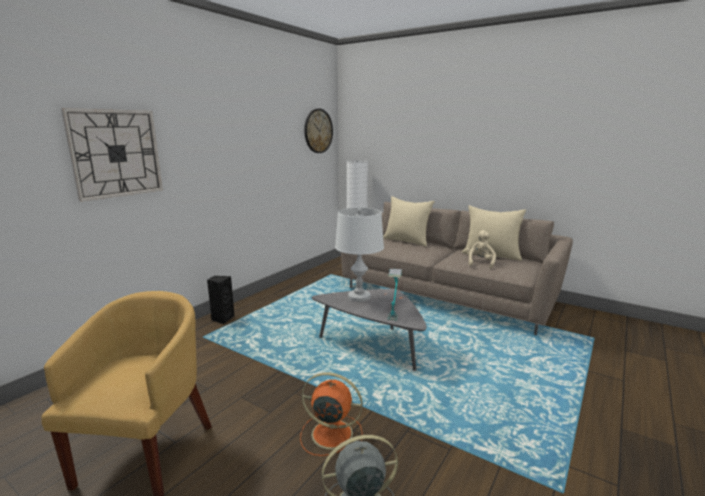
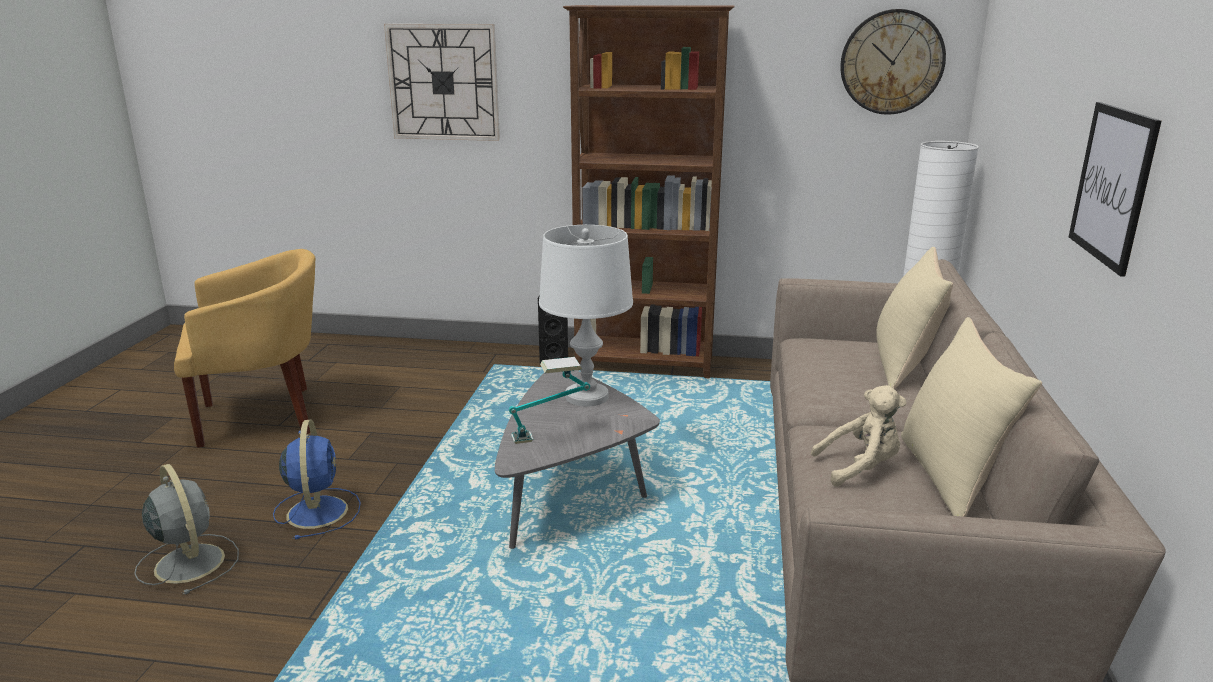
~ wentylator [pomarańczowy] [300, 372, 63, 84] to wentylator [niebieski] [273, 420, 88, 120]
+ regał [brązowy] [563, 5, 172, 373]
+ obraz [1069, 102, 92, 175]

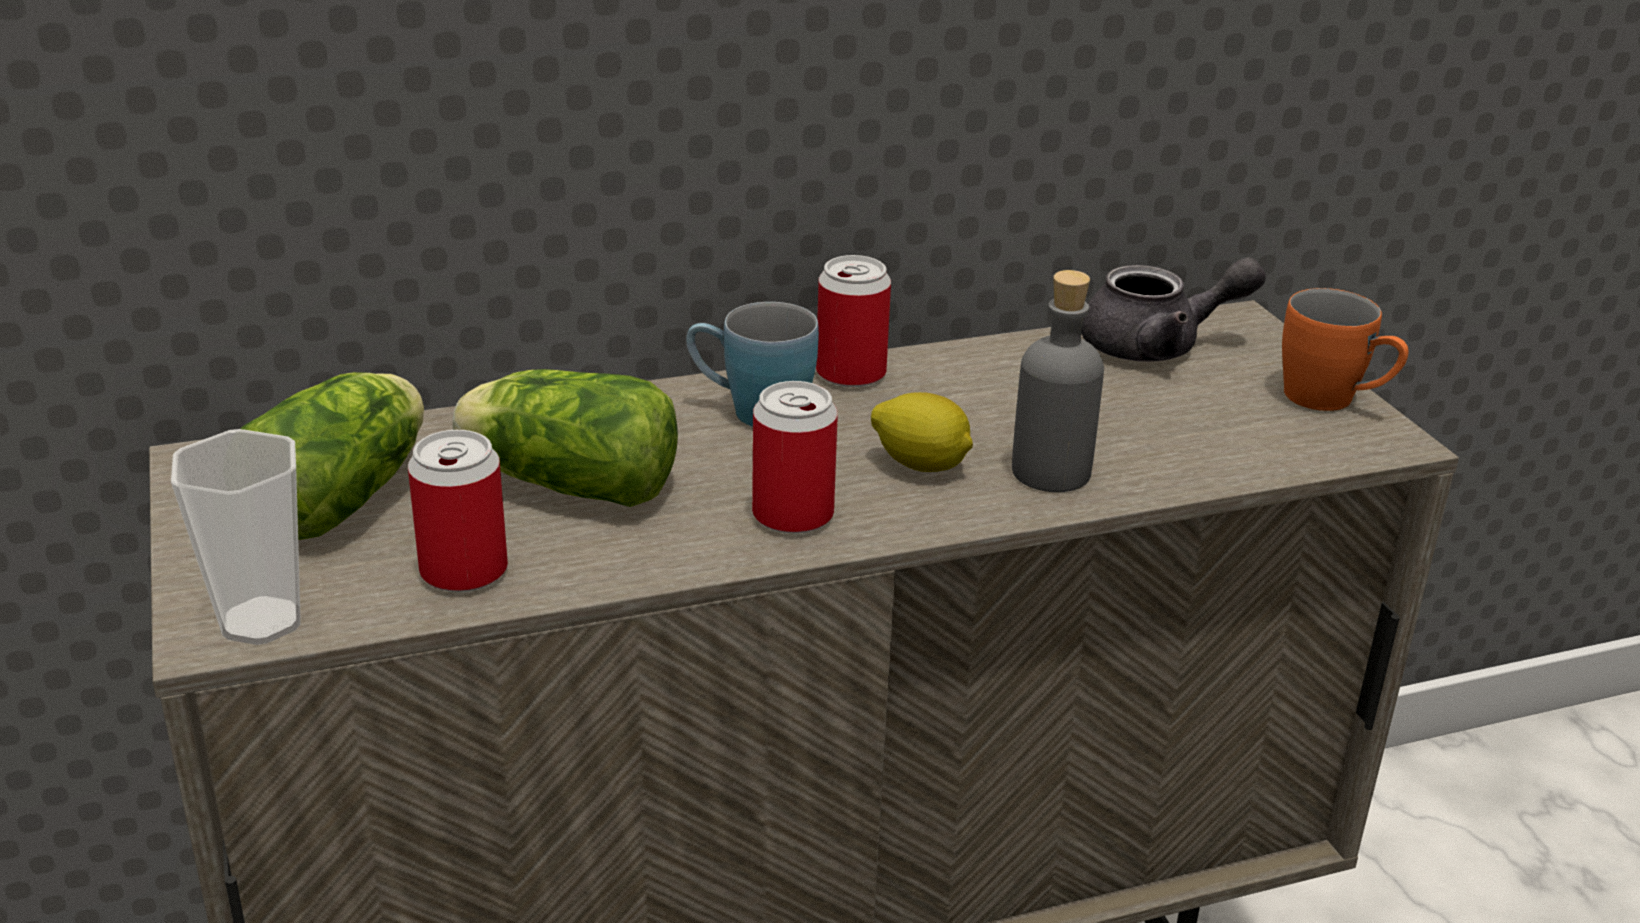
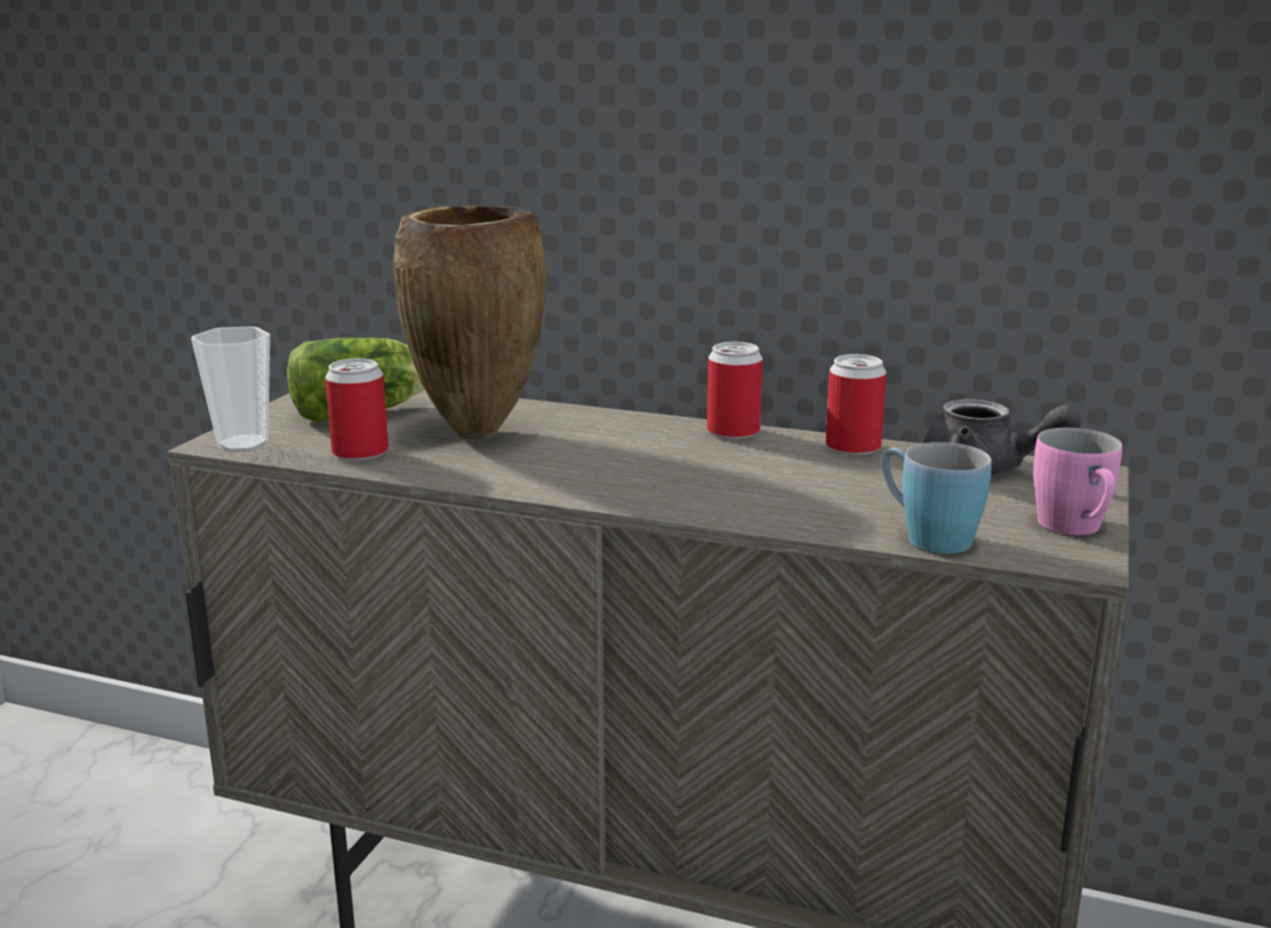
~ sałata [452, 369, 226, 138] to wazon [brązowy] [393, 205, 153, 234]
~ kubek [niebieski] [686, 302, 133, 125] to [881, 442, 111, 112]
~ puszka [752, 381, 86, 152] to [826, 354, 61, 101]
- cytryna [871, 392, 102, 80]
- butelka [szary] [1012, 270, 92, 222]
~ kubek [pomarańczowy] [1282, 288, 127, 123] to kubek [różowy] [1033, 428, 89, 107]

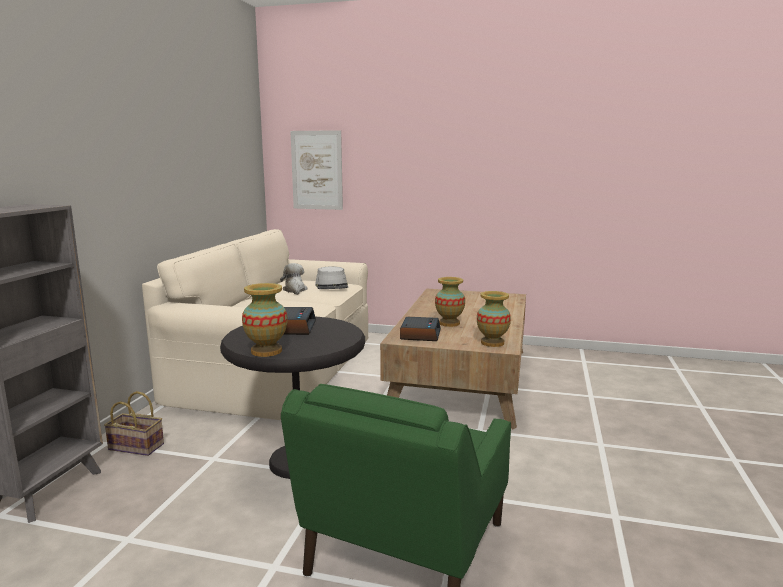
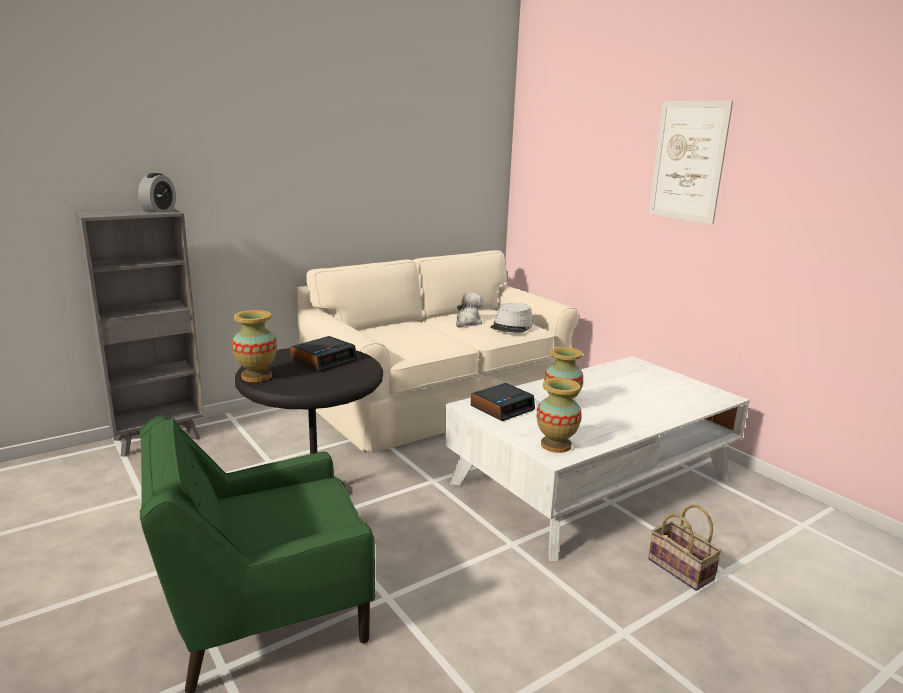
~ koszyk [104, 391, 60, 65] to [648, 504, 74, 87]
~ obraz [290, 130, 53, 80] to [648, 101, 85, 123]
~ ława [brązowy] [380, 288, 146, 141] to ława [biały] [444, 356, 306, 205]
+ budzik [138, 173, 38, 39]

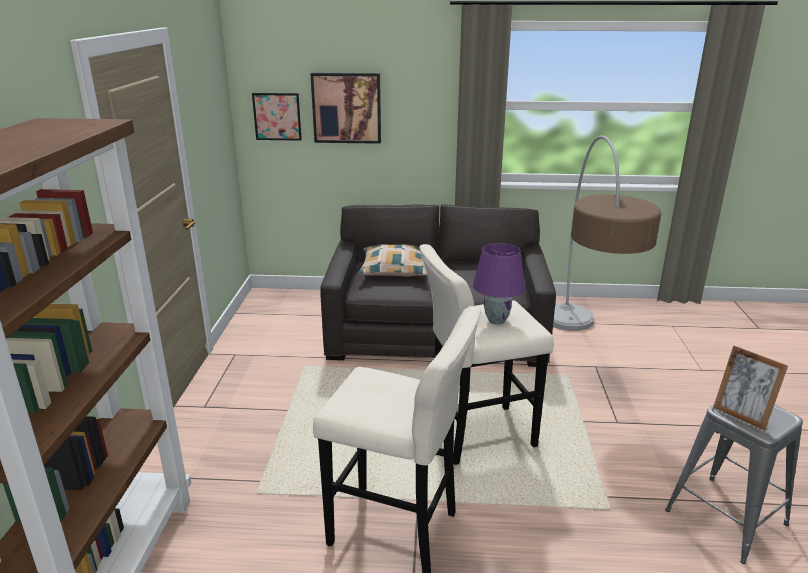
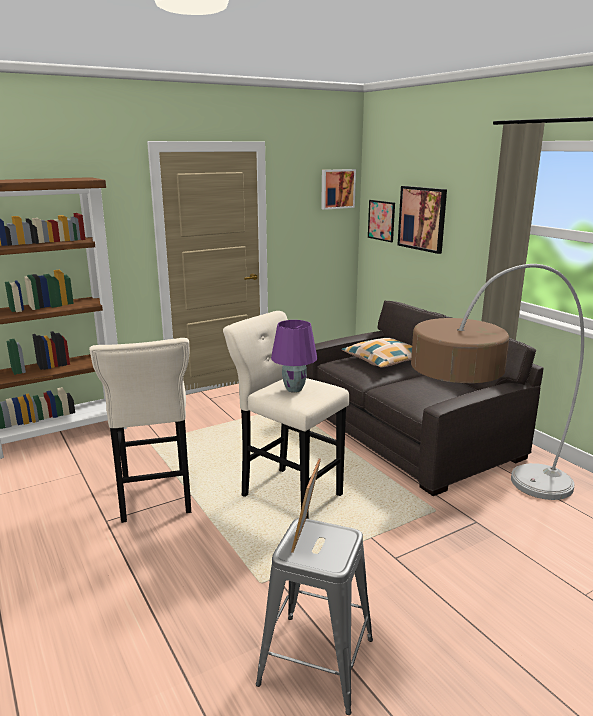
+ obraz [321, 169, 35, 41]

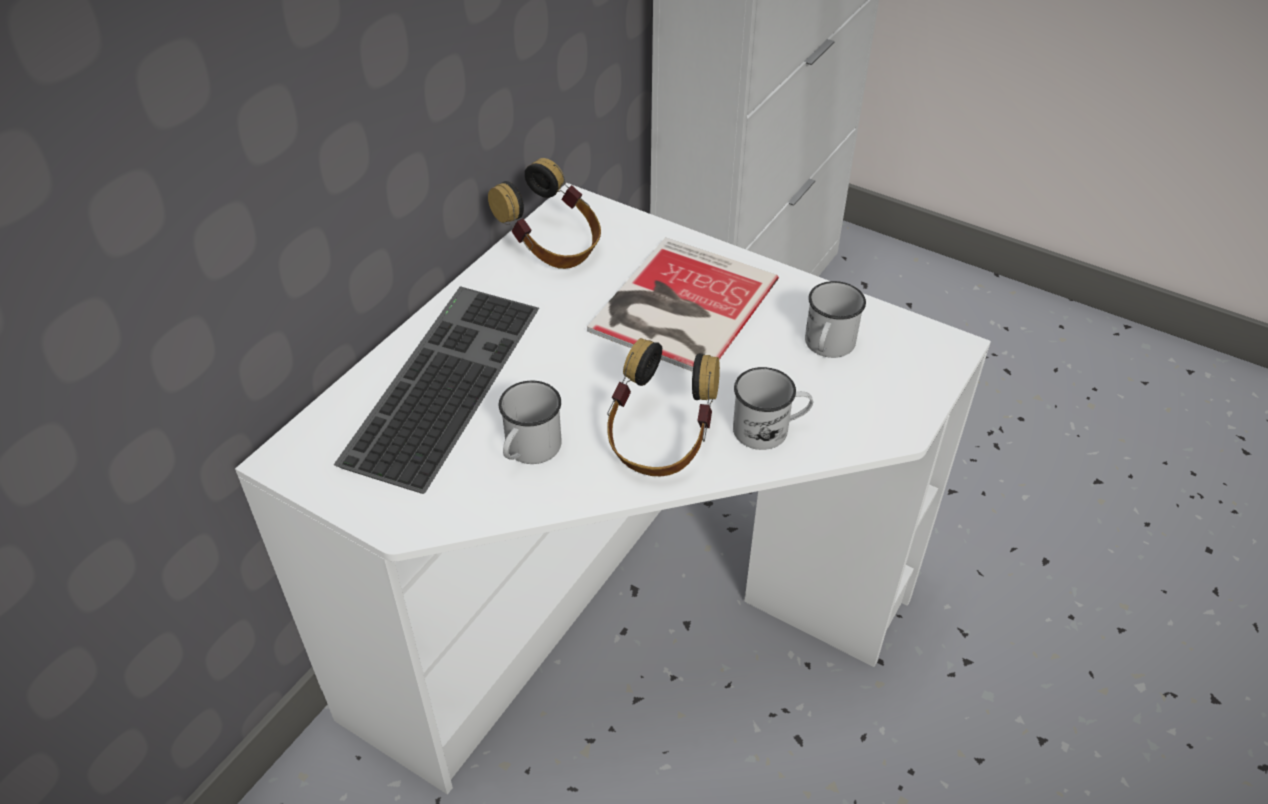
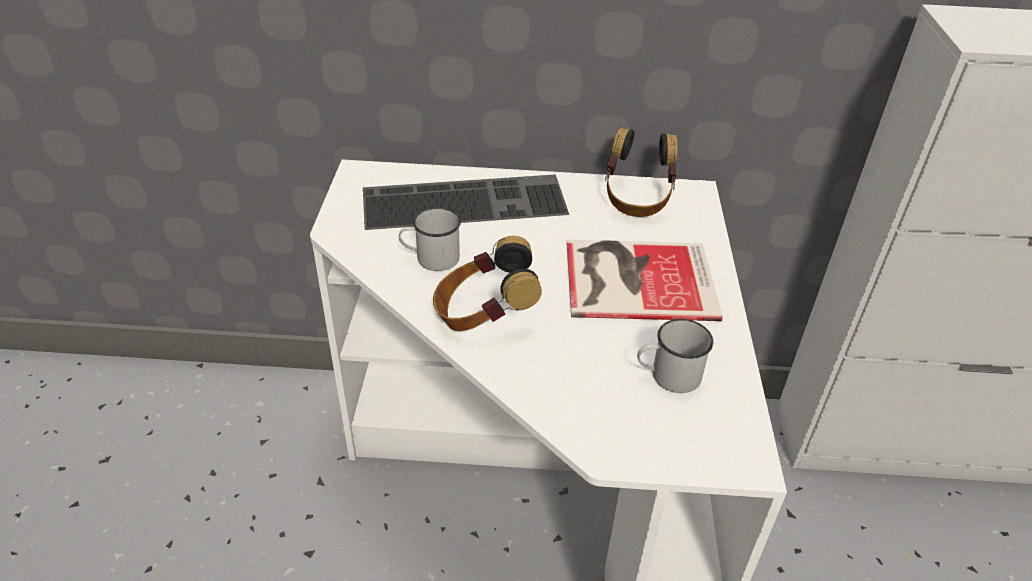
- kubek [biały] [733, 367, 80, 83]

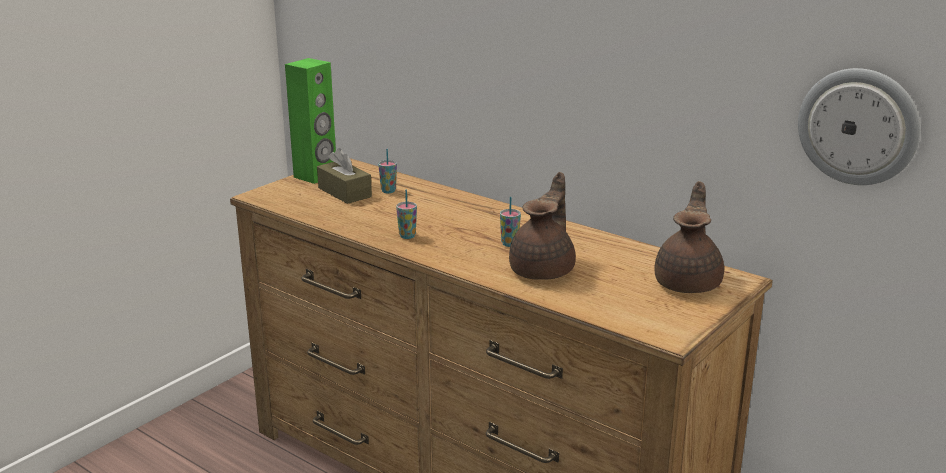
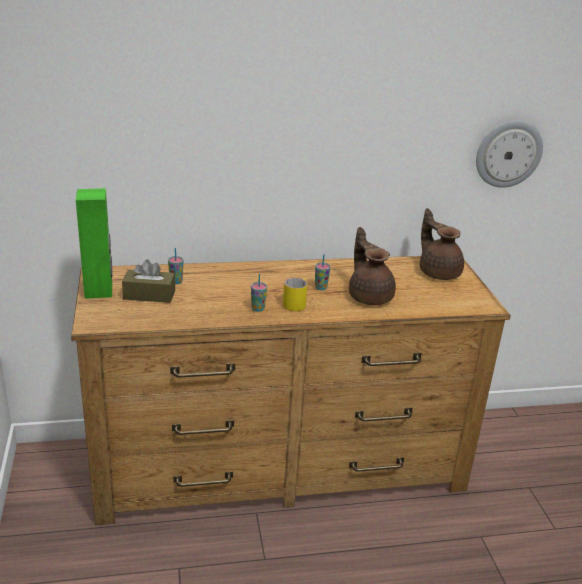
+ kubek [żółty] [283, 278, 24, 33]

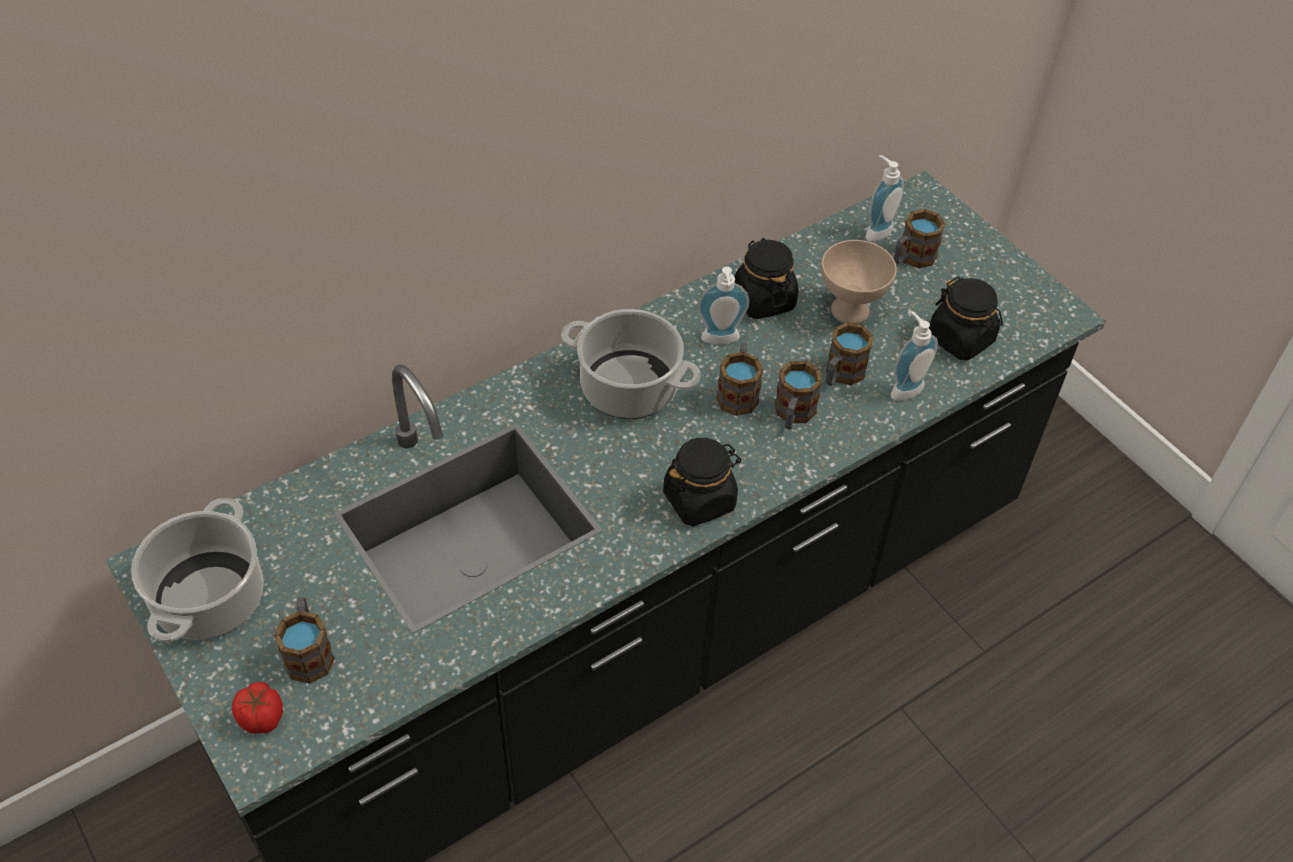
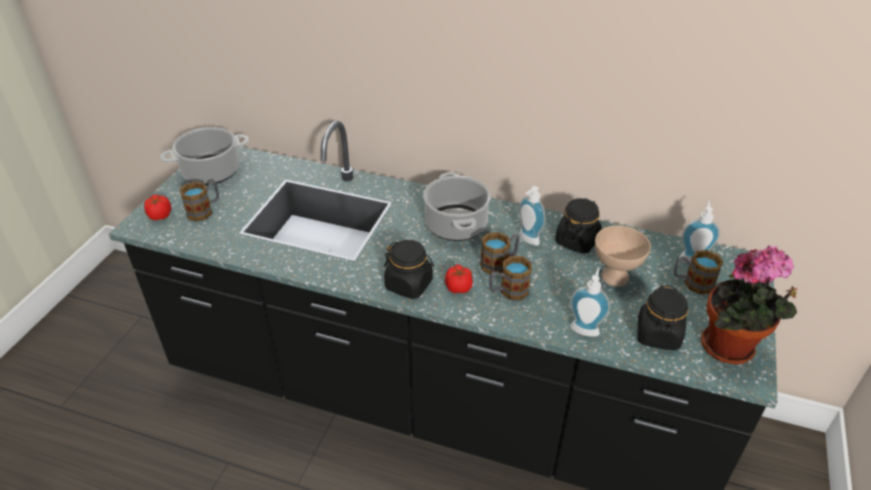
- kubek [826, 322, 48, 64]
+ pomidor [445, 265, 28, 28]
+ roślina doniczkowa [701, 245, 97, 120]

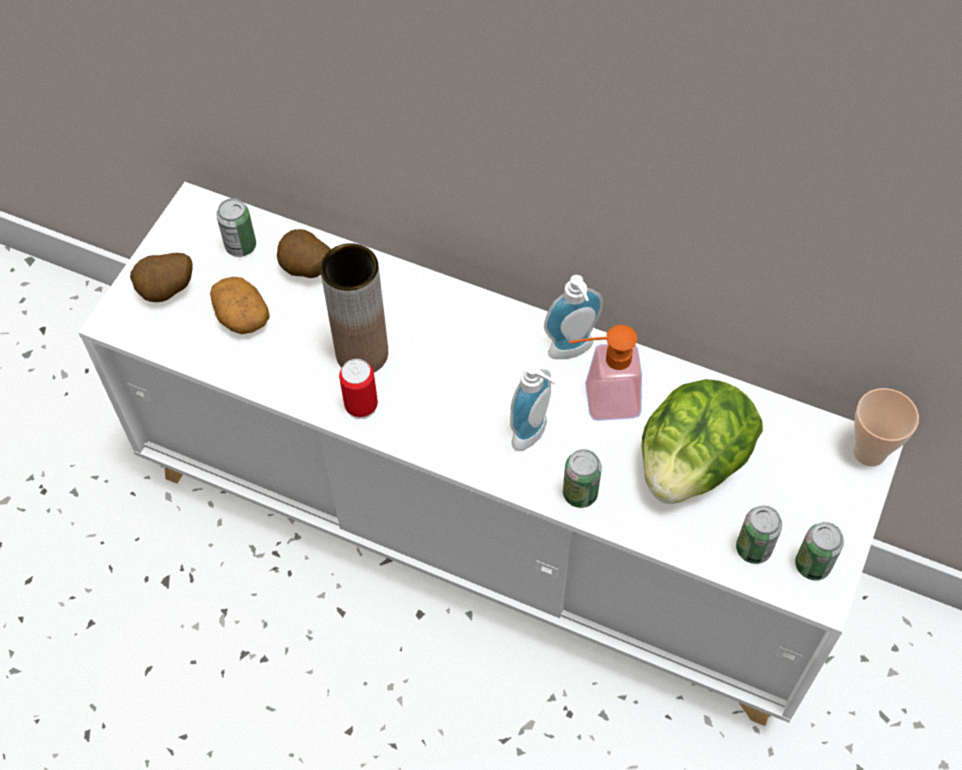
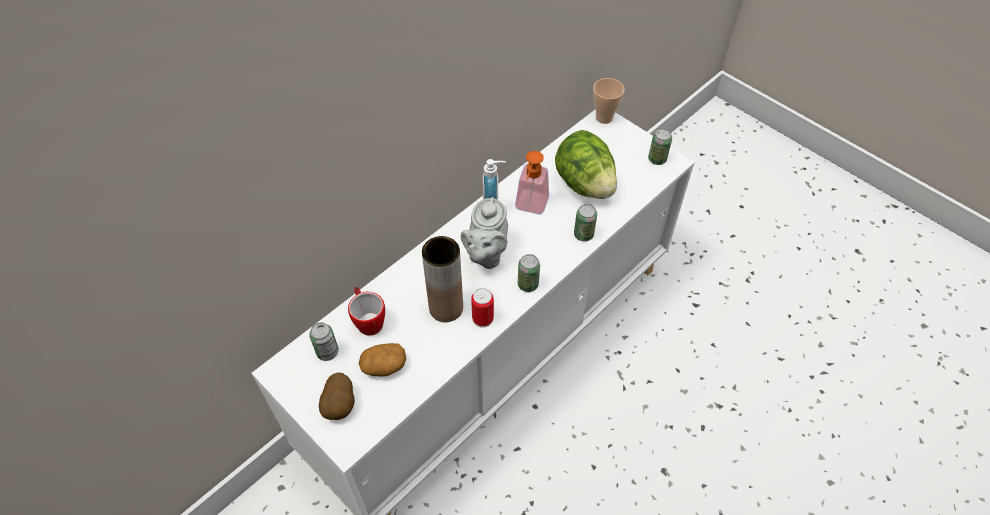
~ ziemniak [277, 229, 54, 49] to kubek [348, 287, 37, 48]
- dozownik mydła [510, 363, 46, 88]
~ puszka [736, 505, 46, 59] to [518, 254, 22, 38]
+ imbryk [szary] [461, 197, 47, 72]

